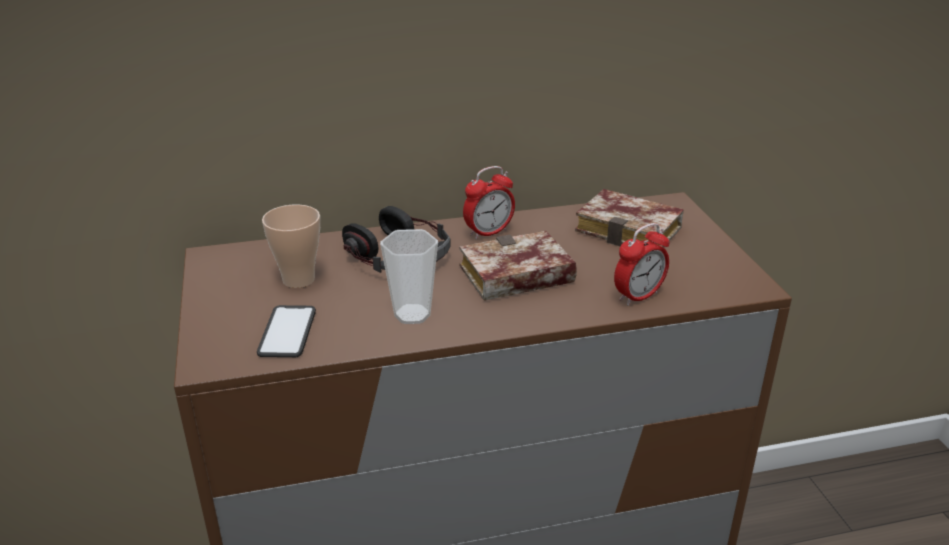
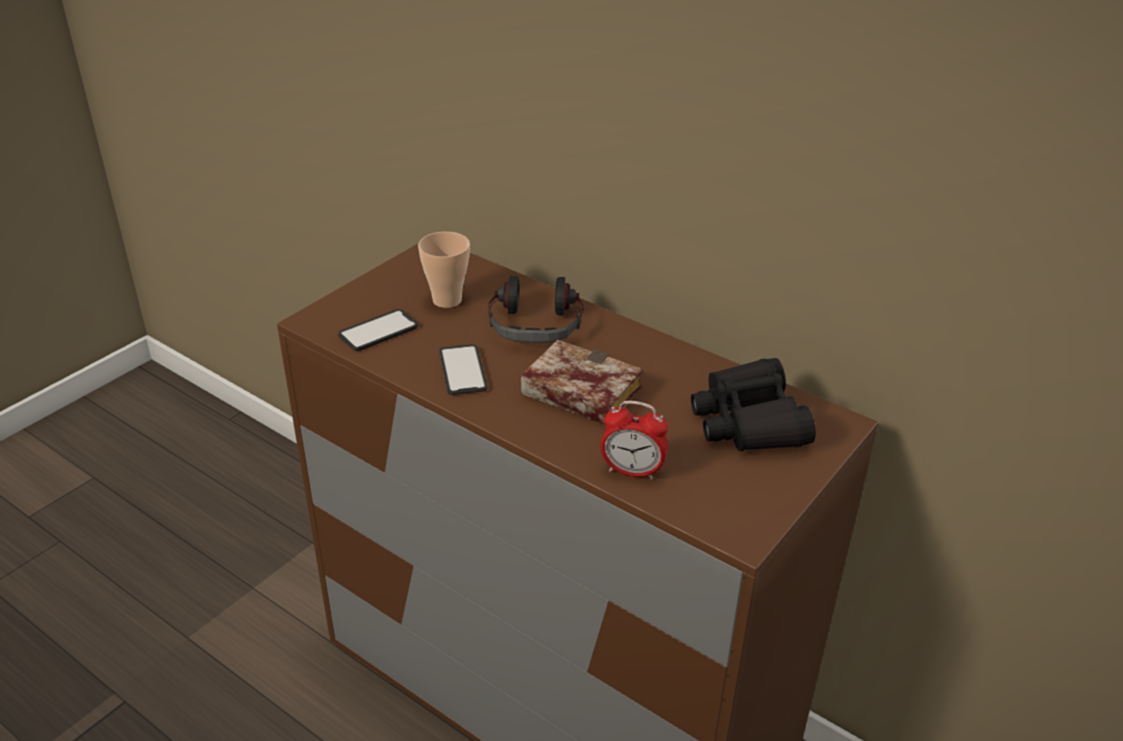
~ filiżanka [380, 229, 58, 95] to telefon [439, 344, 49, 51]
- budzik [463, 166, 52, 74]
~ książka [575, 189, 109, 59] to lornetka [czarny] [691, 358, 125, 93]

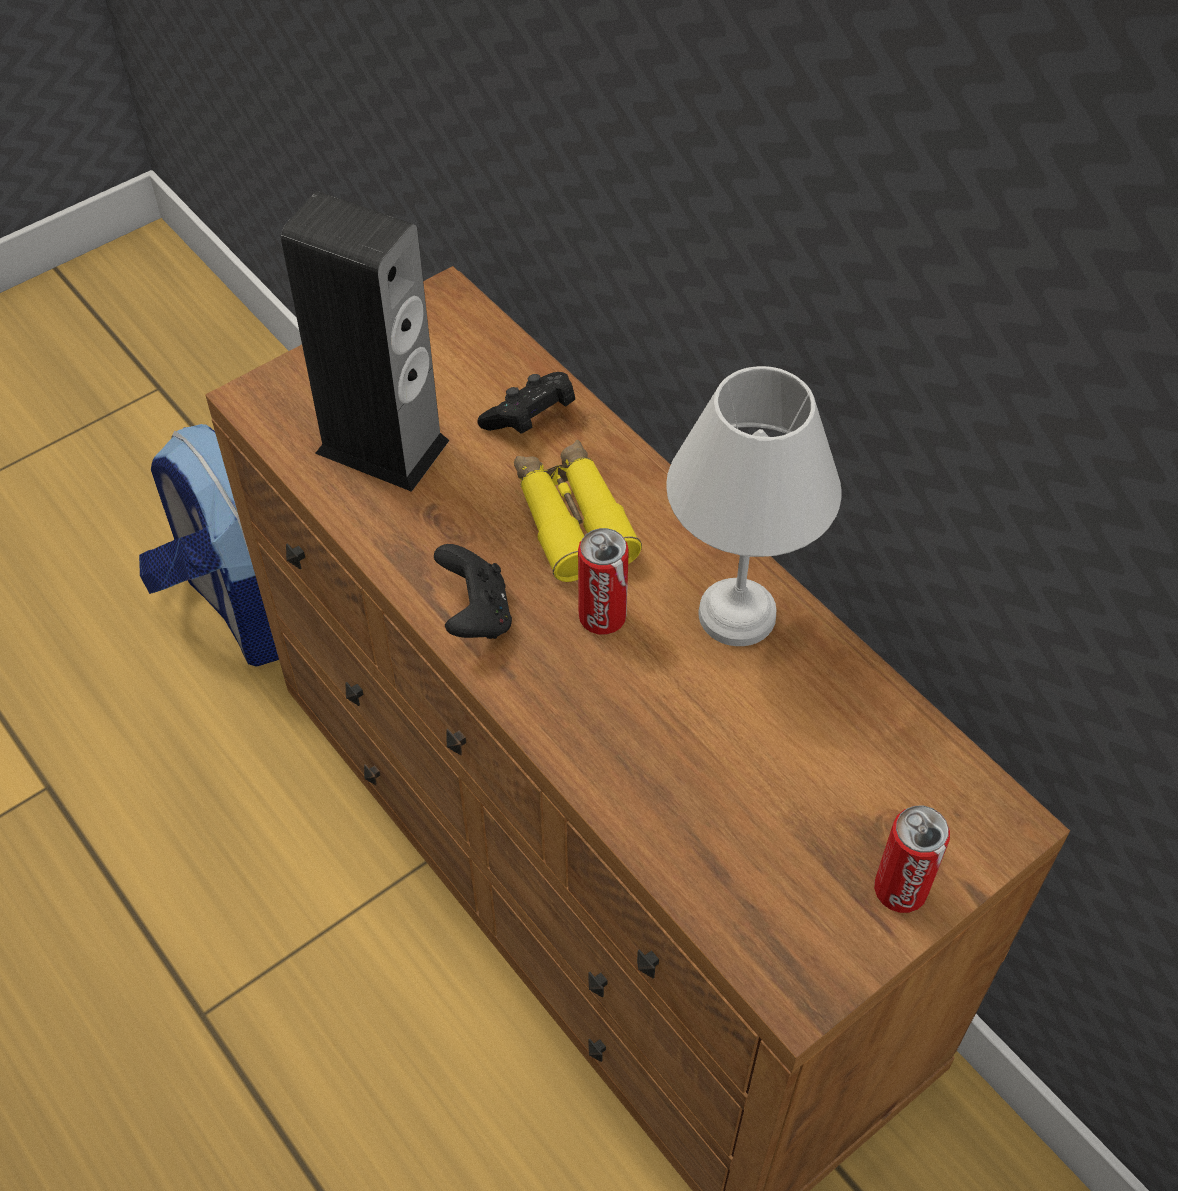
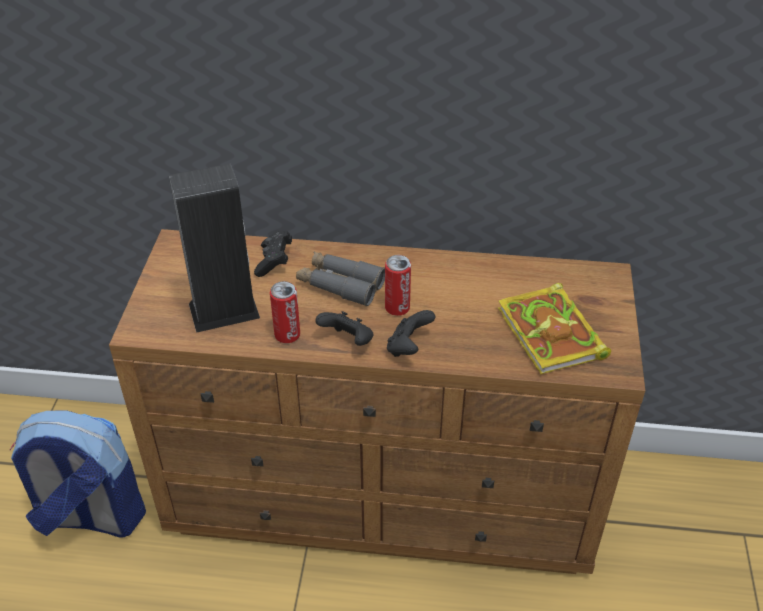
~ lornetka [żółty] [514, 440, 128, 142] to lornetka [szary] [296, 251, 89, 55]
- lampa stołowa [biały] [666, 366, 176, 280]
~ puszka [874, 806, 76, 107] to [270, 281, 30, 62]
+ pad do gier [czarny] [387, 310, 48, 47]
+ książka [498, 283, 113, 92]

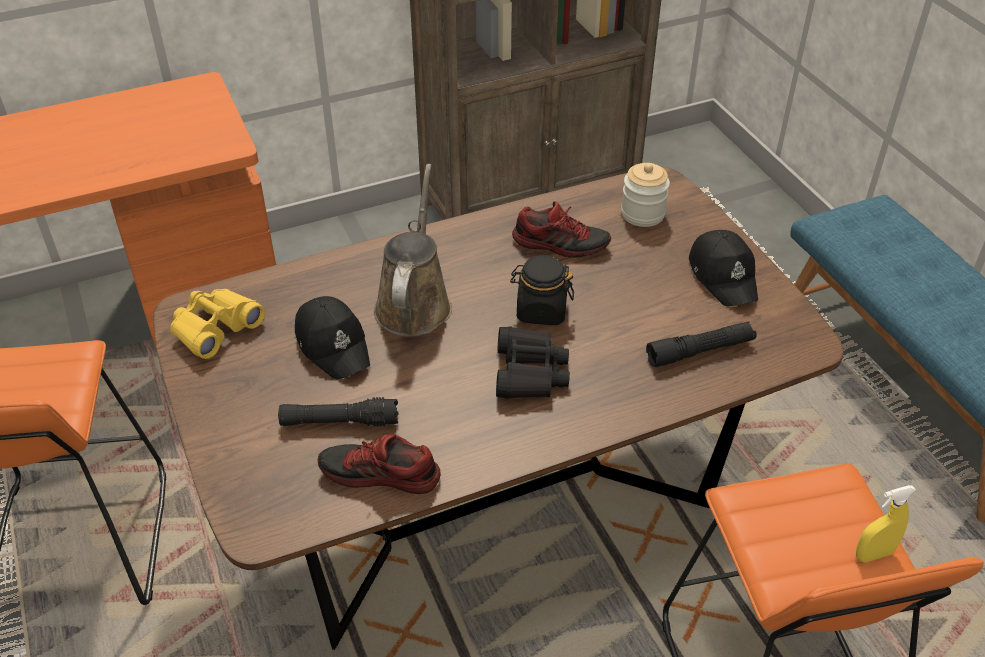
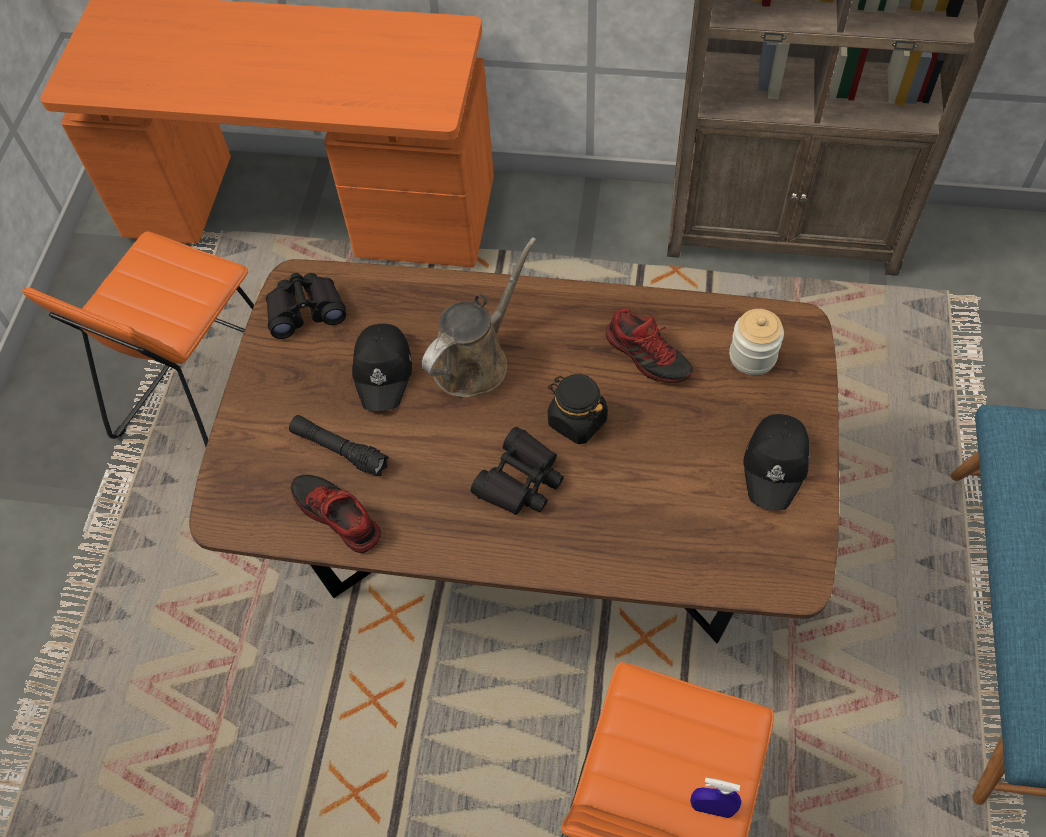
~ lornetka [żółty] [170, 289, 95, 70] to lornetka [czarny] [266, 273, 80, 66]
- latarka [czarny] [646, 322, 110, 45]
~ spryskiwacz [żółty] [856, 485, 60, 77] to spryskiwacz [niebieski] [690, 778, 51, 40]

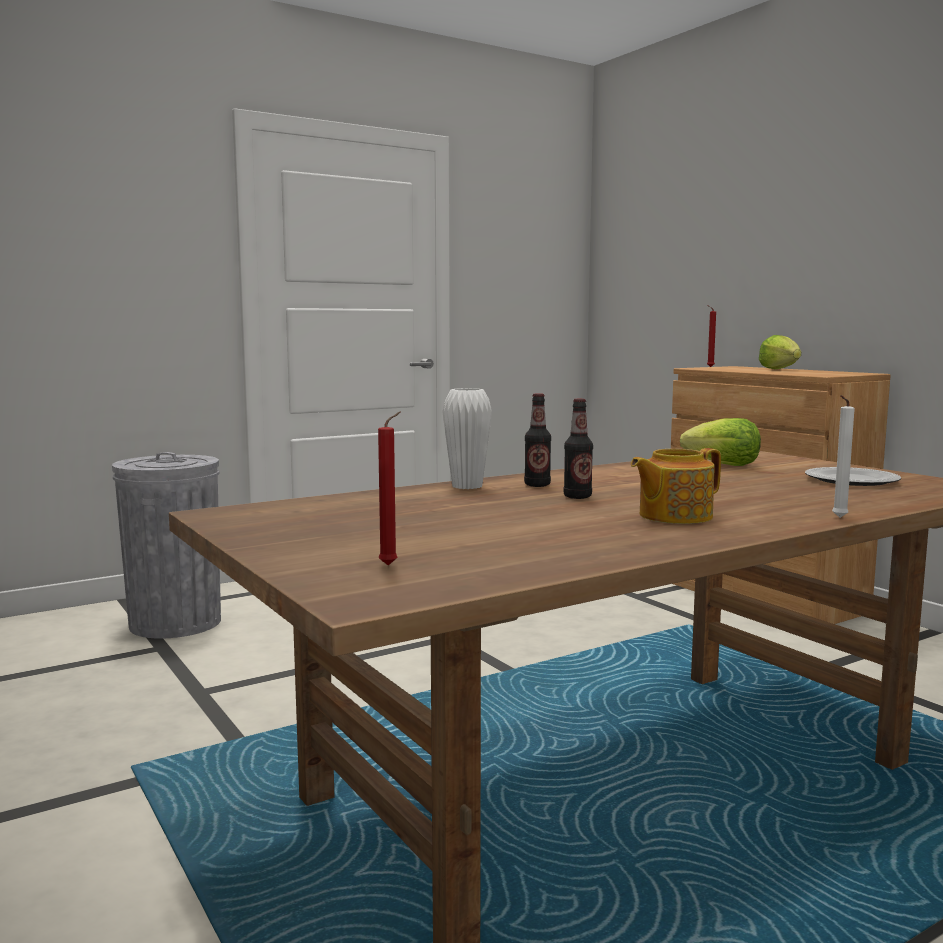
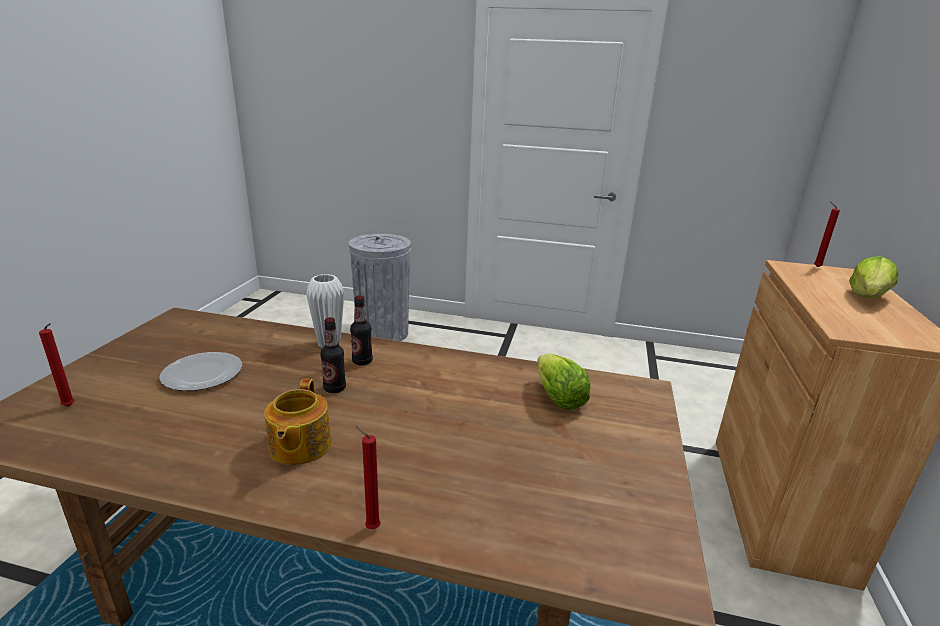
~ imbryk [631, 448, 90, 76] = [264, 378, 67, 87] 105 degrees counterclockwise
~ talerz [805, 467, 96, 19] to [159, 352, 83, 39]
~ świeca [biały] [832, 395, 23, 123] to świeca [czerwony] [355, 426, 26, 103]

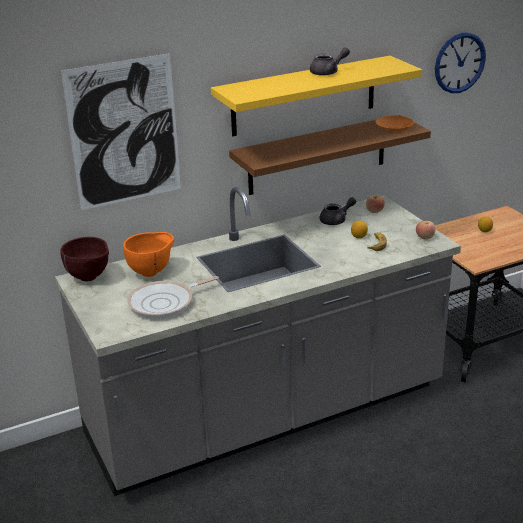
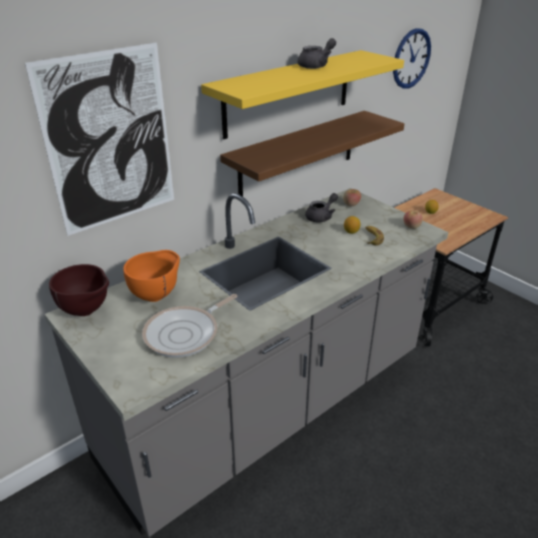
- talerz [pomarańczowy] [375, 115, 39, 16]

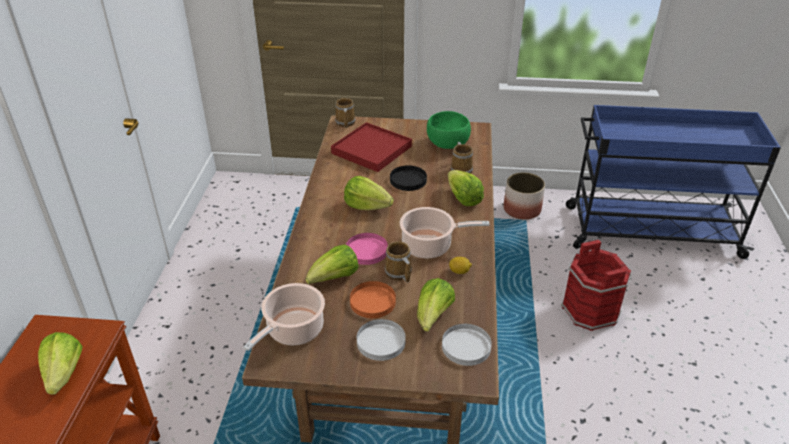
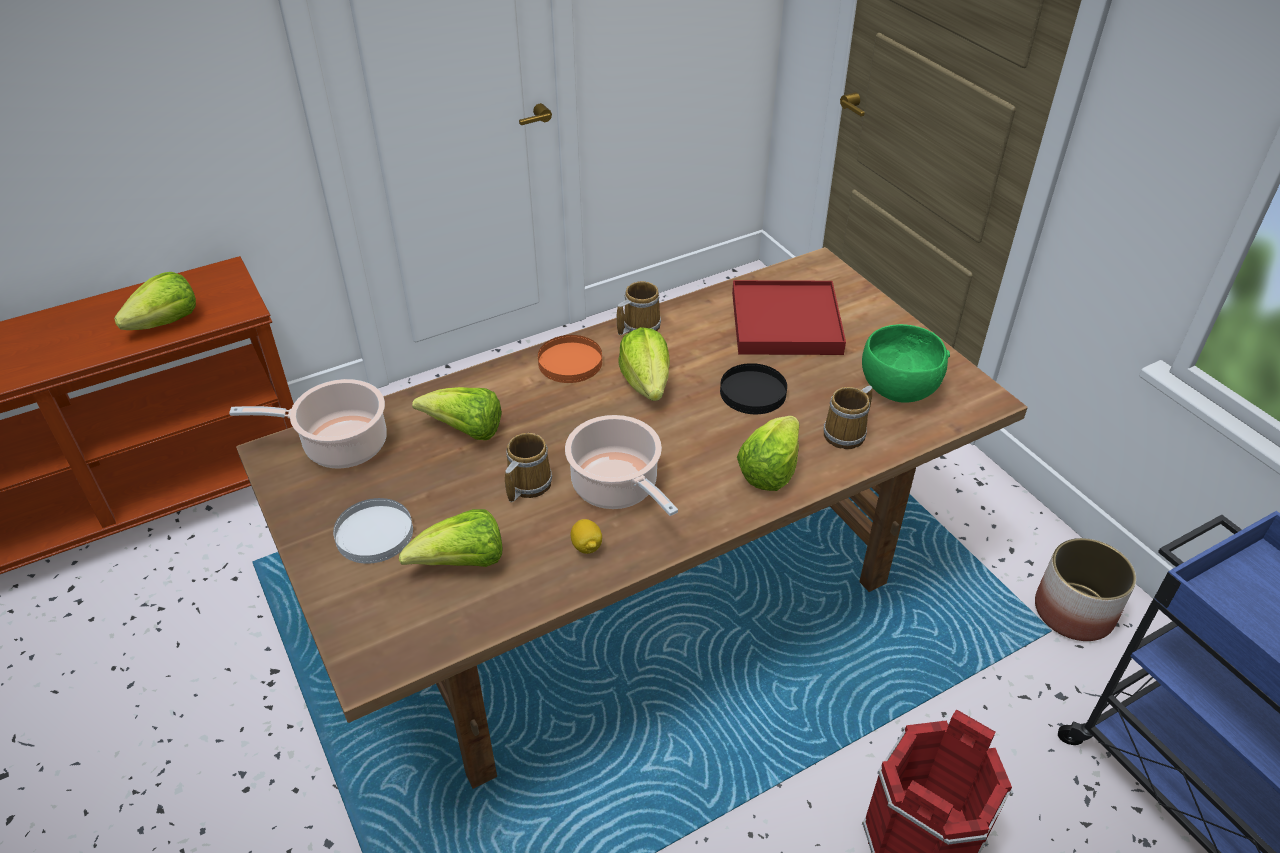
~ kubek [335, 98, 20, 30] to [617, 281, 44, 54]
- talerz [różowy] [346, 233, 42, 32]
~ talerz [pomarańczowy] [350, 281, 46, 37] to [538, 335, 64, 48]
- talerz [biały] [442, 324, 50, 42]

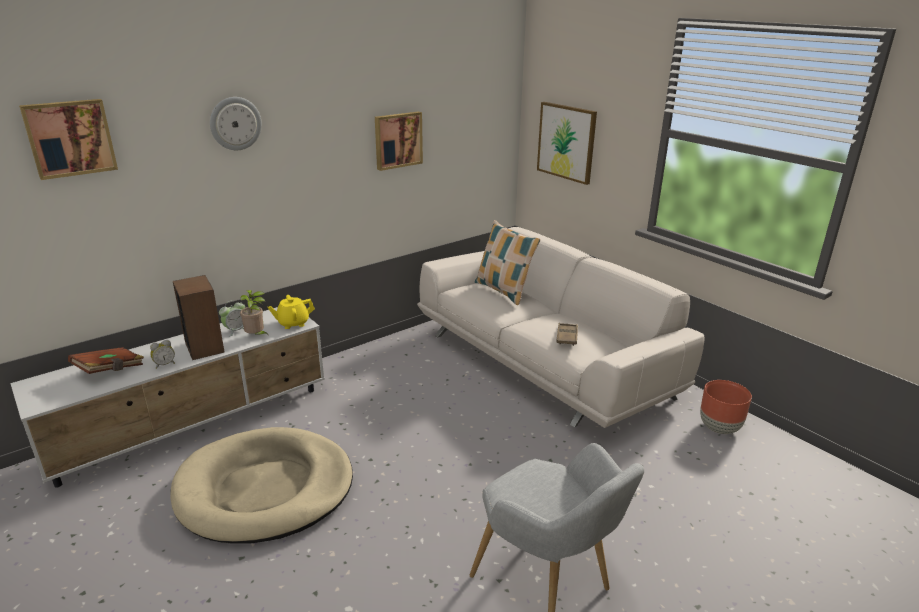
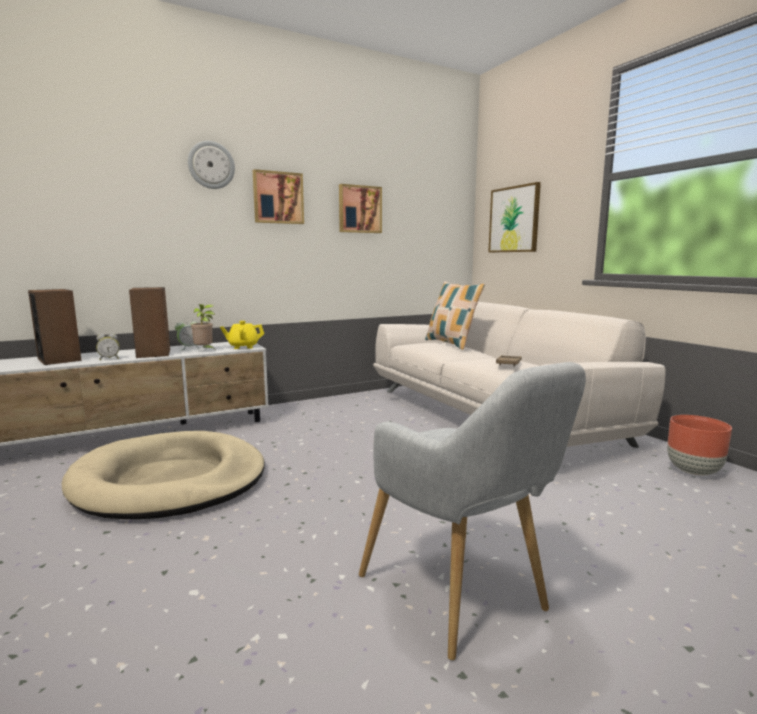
~ obraz [19, 99, 99, 81] to [253, 169, 51, 55]
~ książka [brązowy] [68, 347, 76, 27] to głośnik [28, 289, 53, 76]

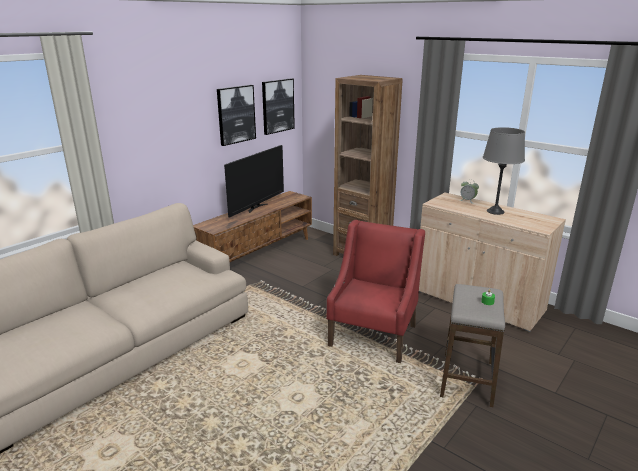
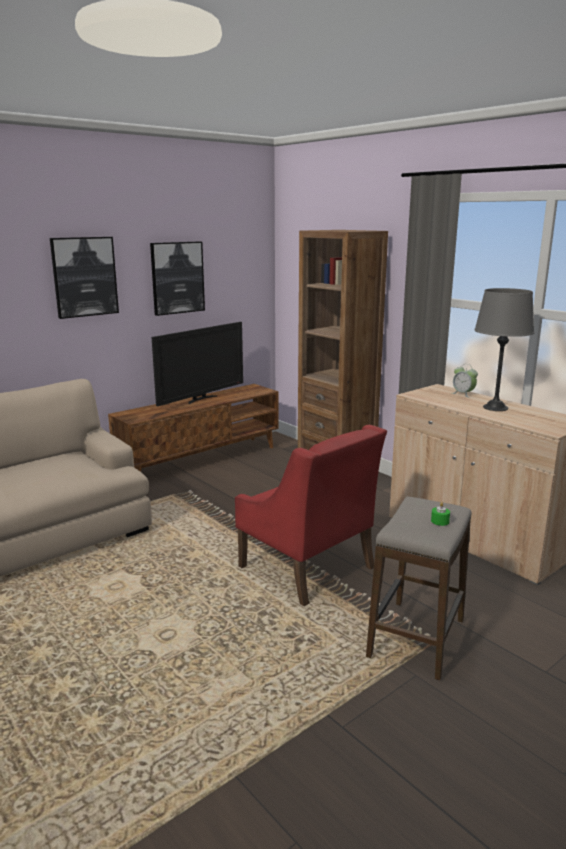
~ obraz [262, 78, 33, 57] to [50, 237, 69, 82]
~ fotel [czerwony] [326, 220, 99, 143] = [235, 424, 152, 182] 105 degrees clockwise

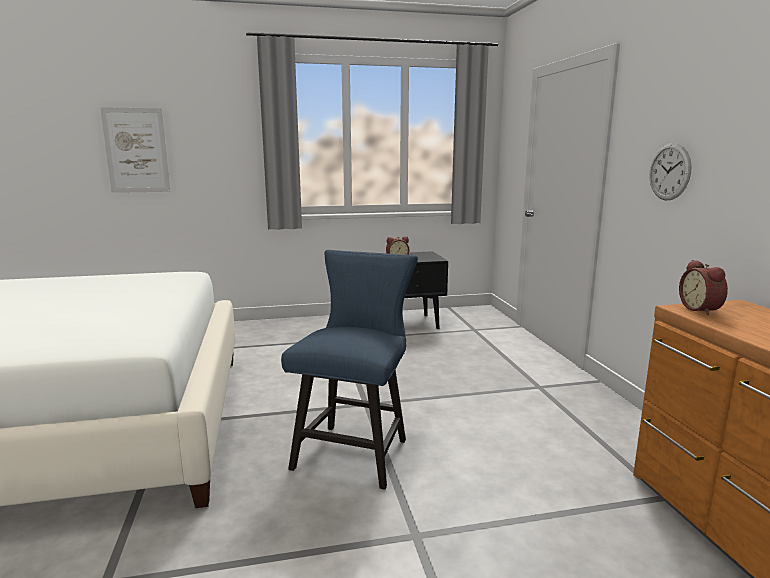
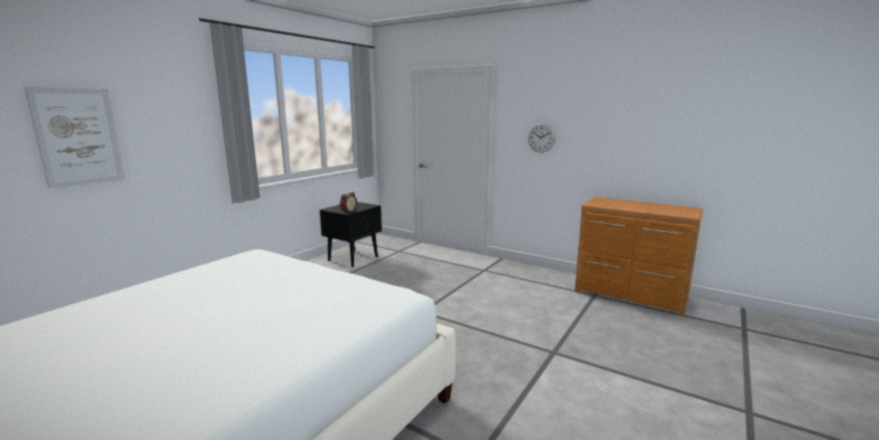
- krzesło [niebieski] [281, 250, 137, 240]
- budzik [679, 260, 49, 55]

